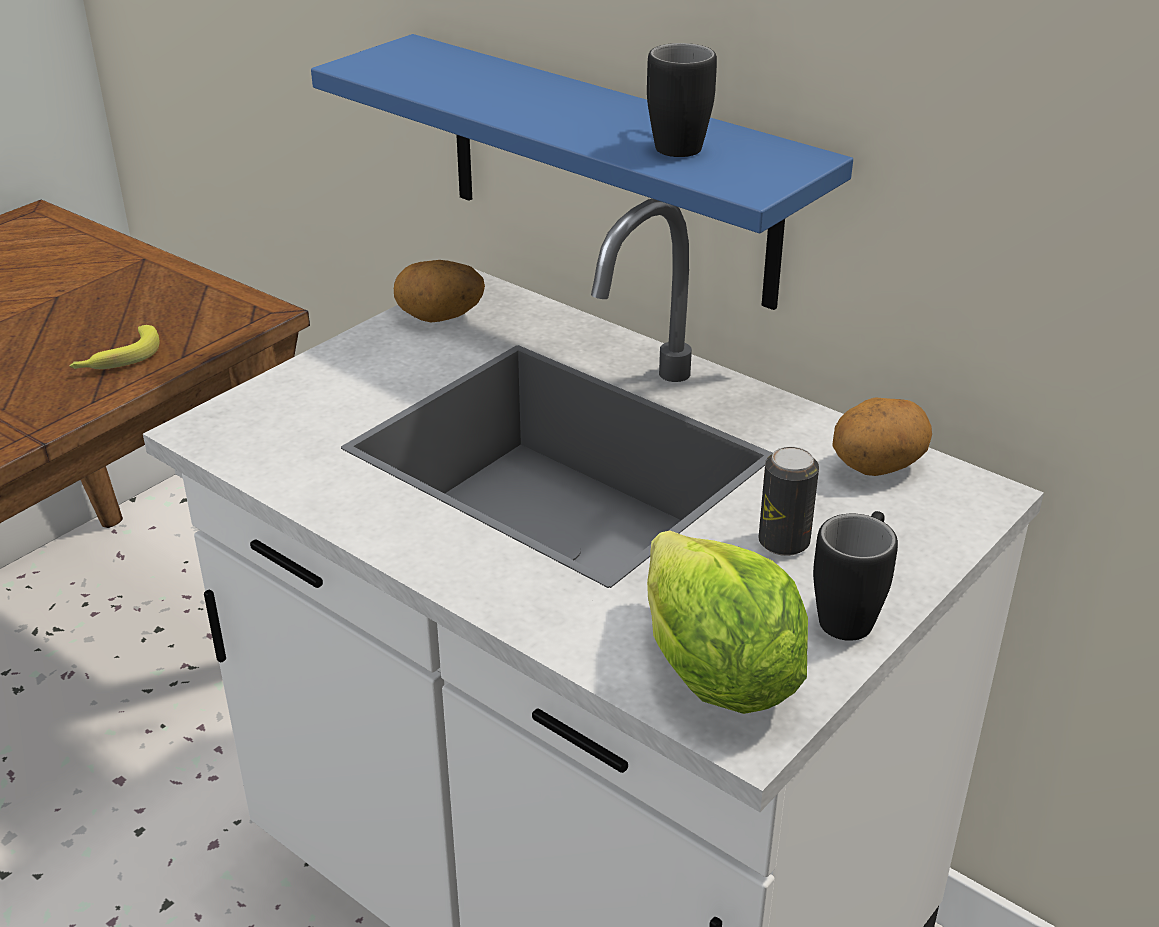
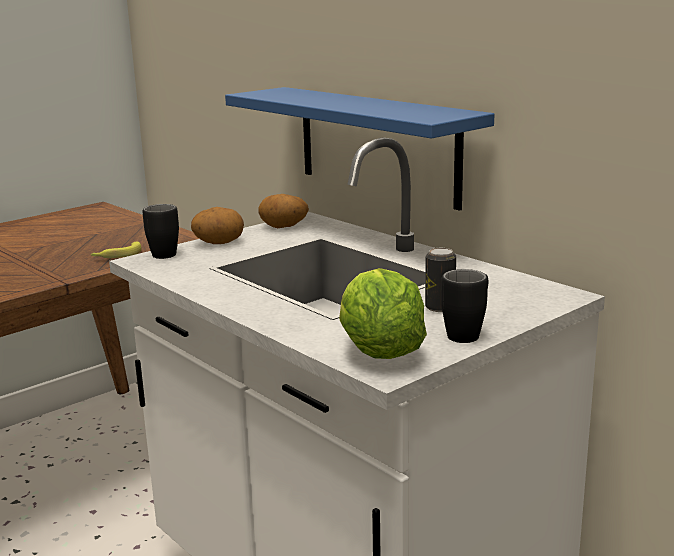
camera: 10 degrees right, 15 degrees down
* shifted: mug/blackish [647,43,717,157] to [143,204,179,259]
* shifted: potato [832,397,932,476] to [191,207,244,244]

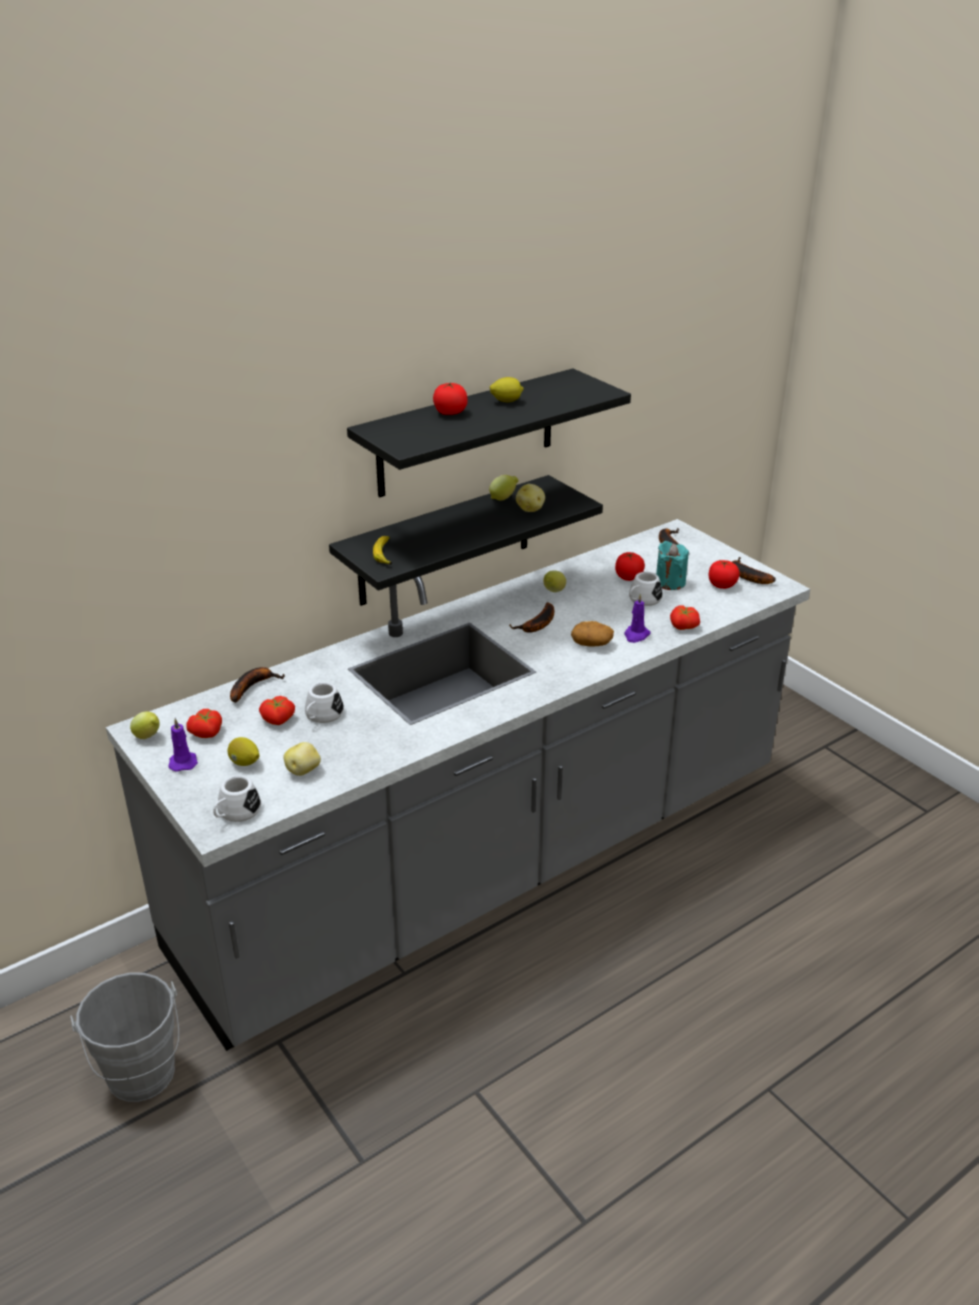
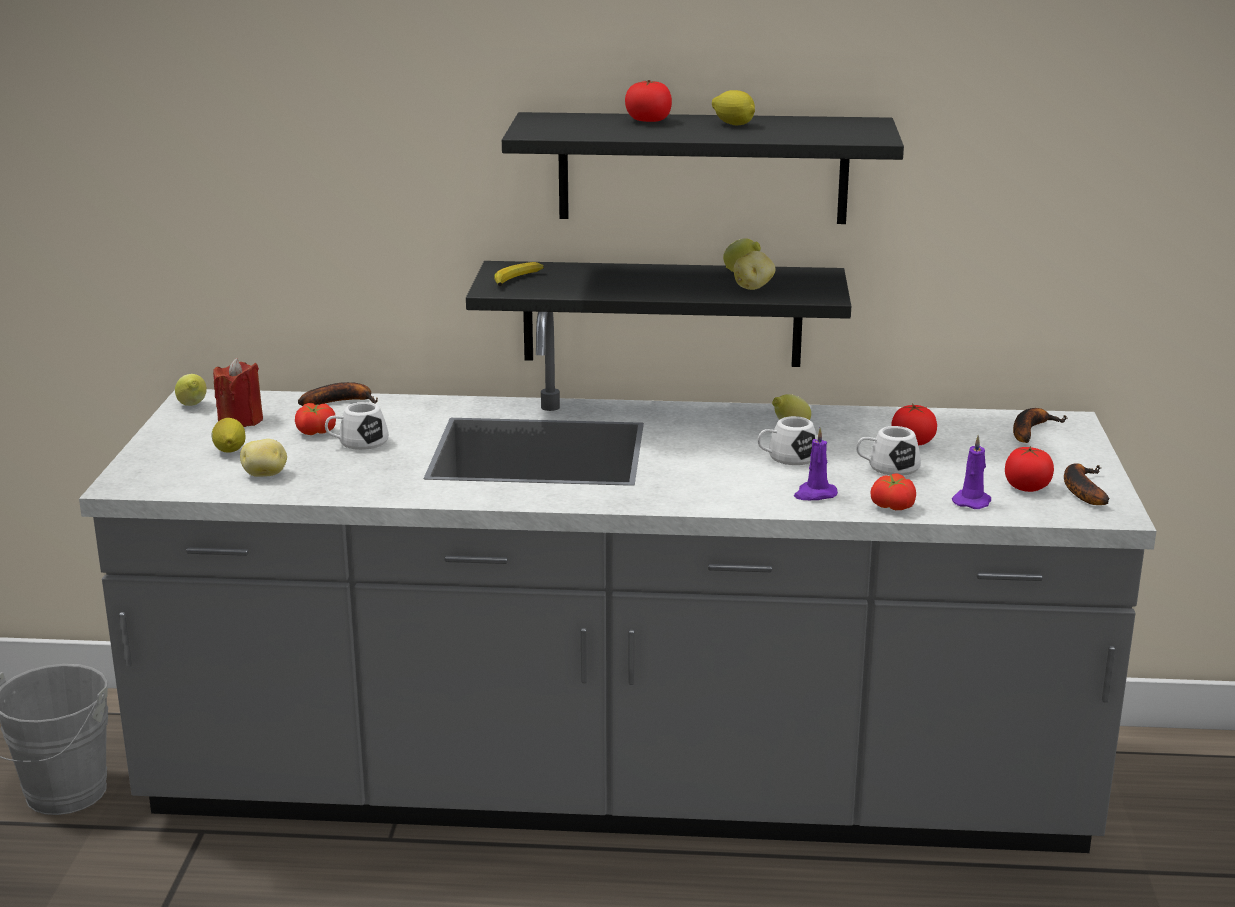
camera: 40 degrees right, 10 degrees down
* gone: banana [509,602,554,633]
* gone: potato [571,621,614,647]
* gone: candle/turquoise-coloured [656,541,689,590]
* shifted: candle/purple-coloured [168,718,198,772] to [952,434,991,509]
* shifted: mug/whitish [213,776,261,822] to [758,416,817,465]
* swapped: fresh tomato [186,709,222,738] to candle/reddish [213,358,263,427]

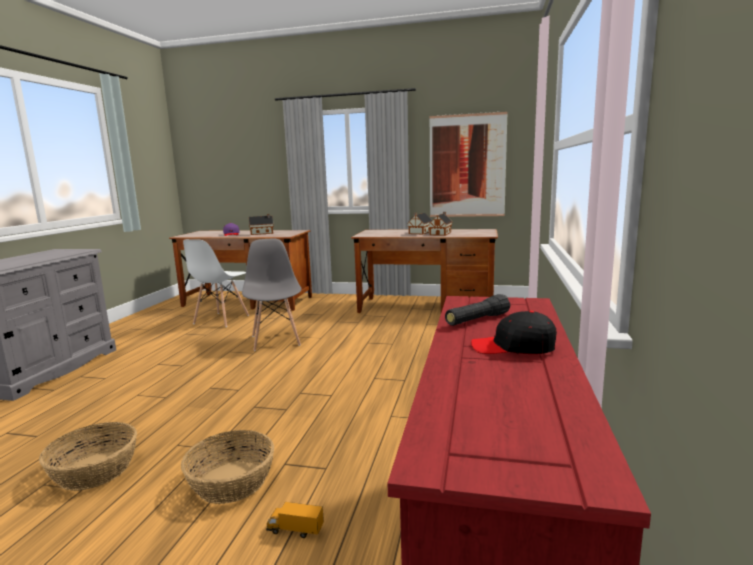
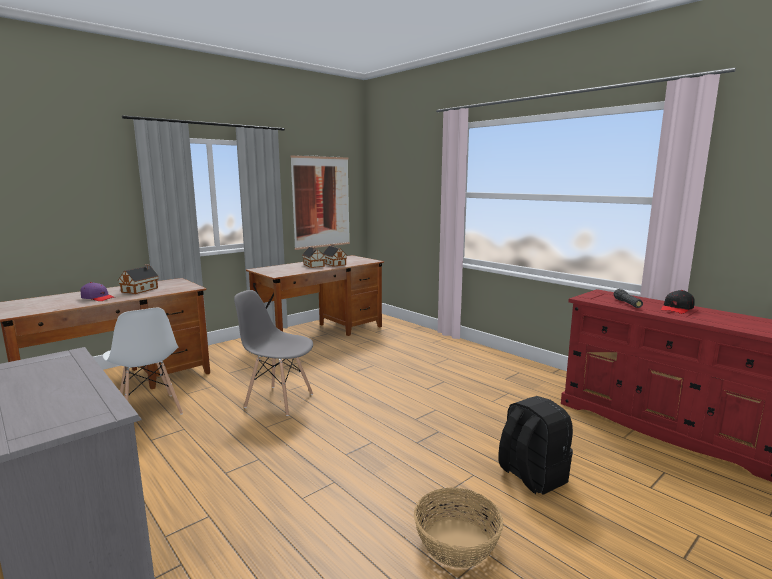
camera: 55 degrees left, 0 degrees up
* gone: toy truck [266,502,324,538]
* swapped: storage basket [181,430,274,504] to knapsack/blackish [498,396,573,495]

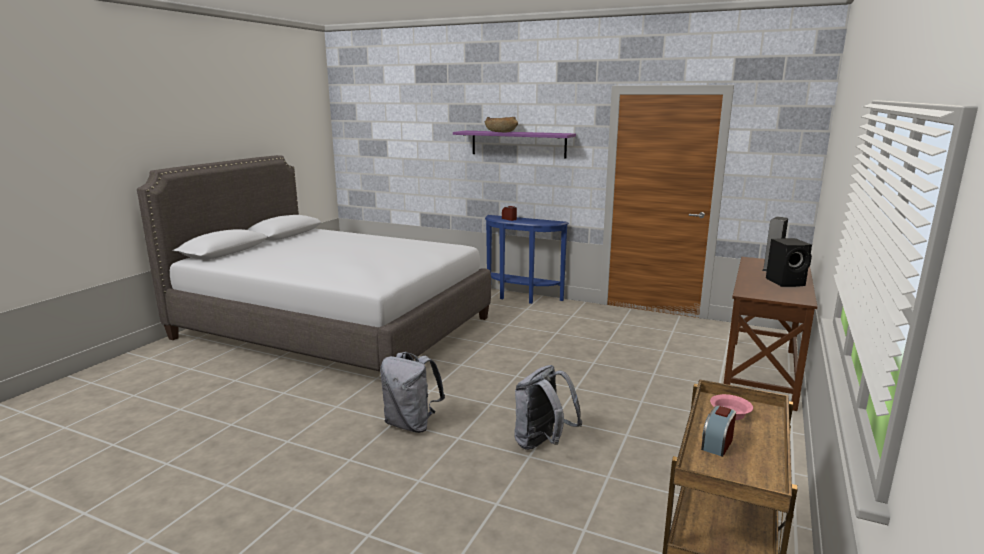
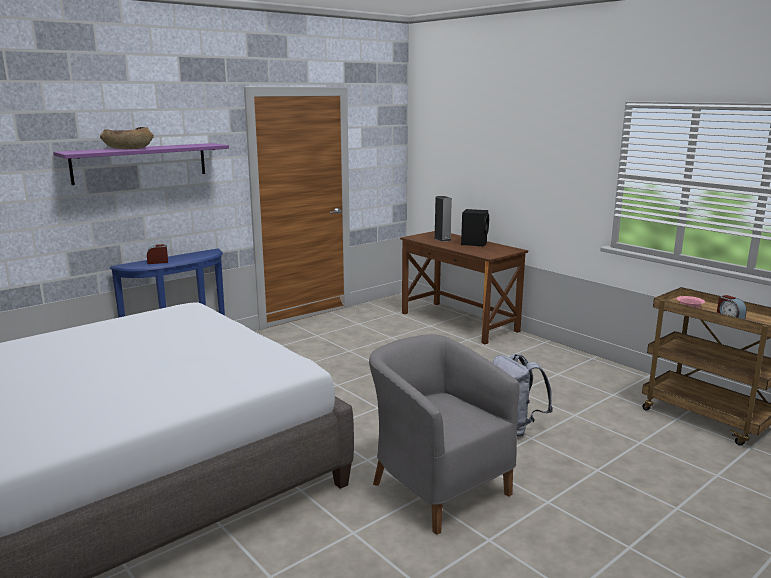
camera: 65 degrees left, 0 degrees up
* swapped: knapsack/gray [380,352,445,433] to lounge chair/gray [369,334,520,535]

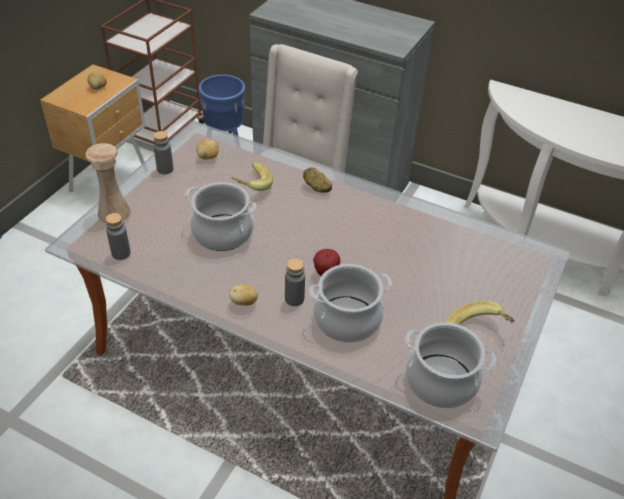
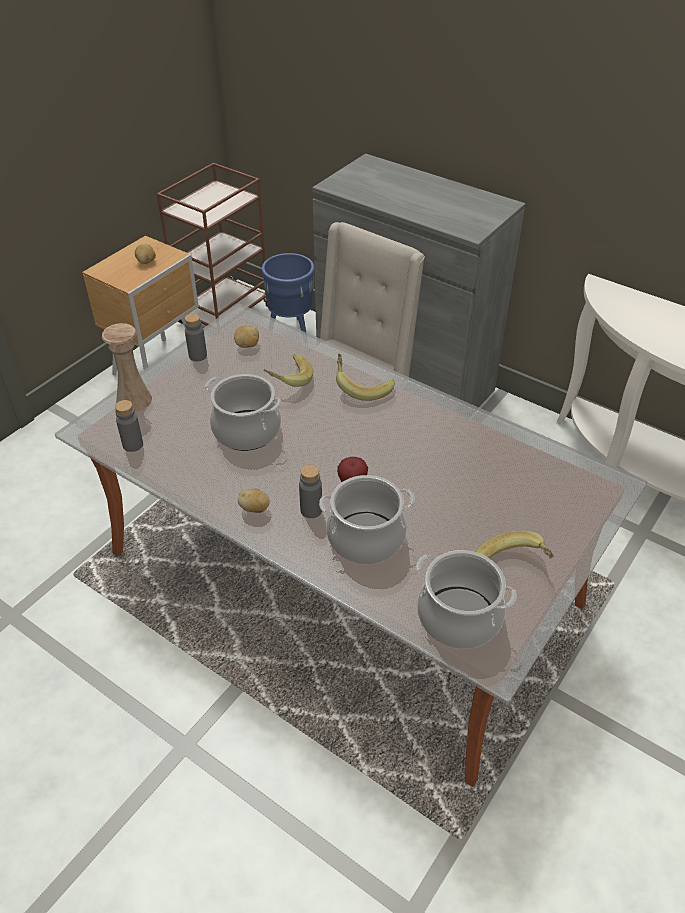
camera: 10 degrees right, 0 degrees up
* swapped: potato [303,167,332,193] to banana [336,354,395,401]

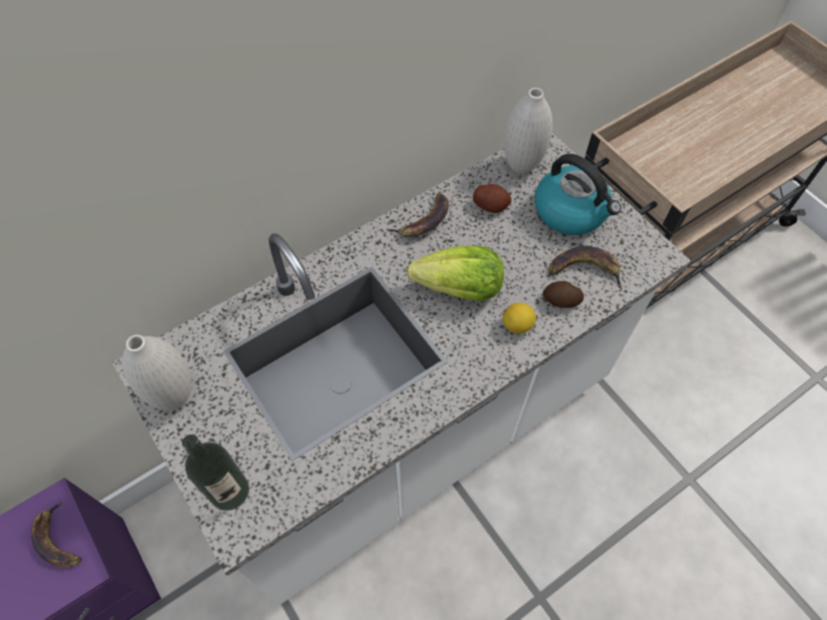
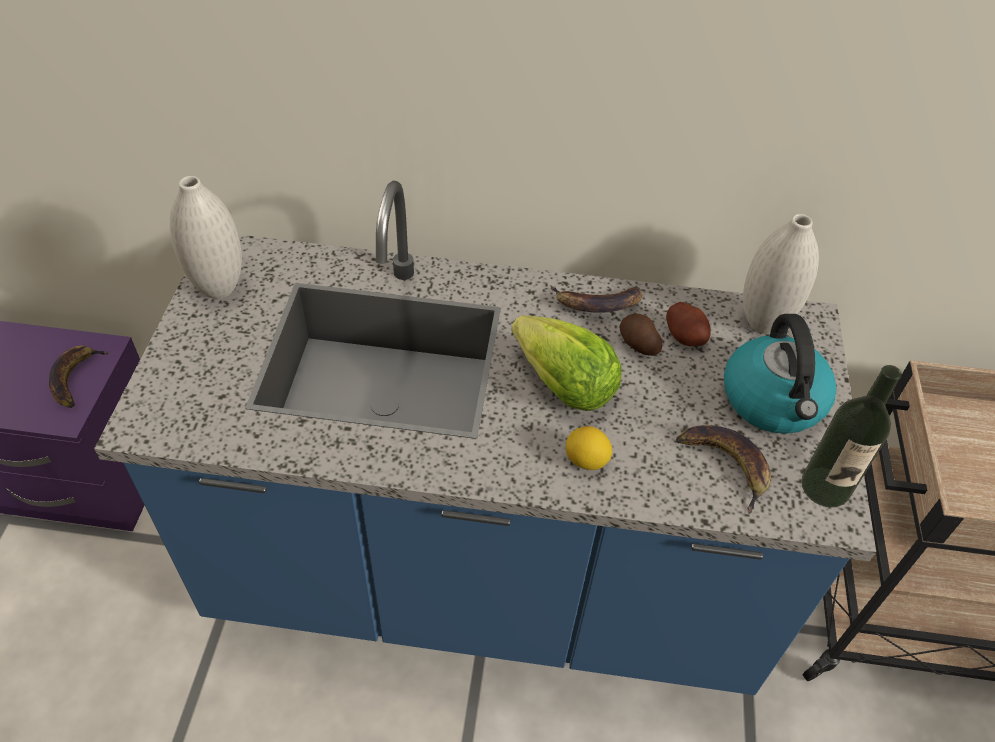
camera: 40 degrees right, 10 degrees down
* shifted: drink bottle [182,434,249,511] to [801,365,902,508]
* shifted: potato [543,281,584,308] to [620,314,663,356]
* repainted: counter/whitish [112,132,691,606] to counter/blue-coloured [94,181,876,695]

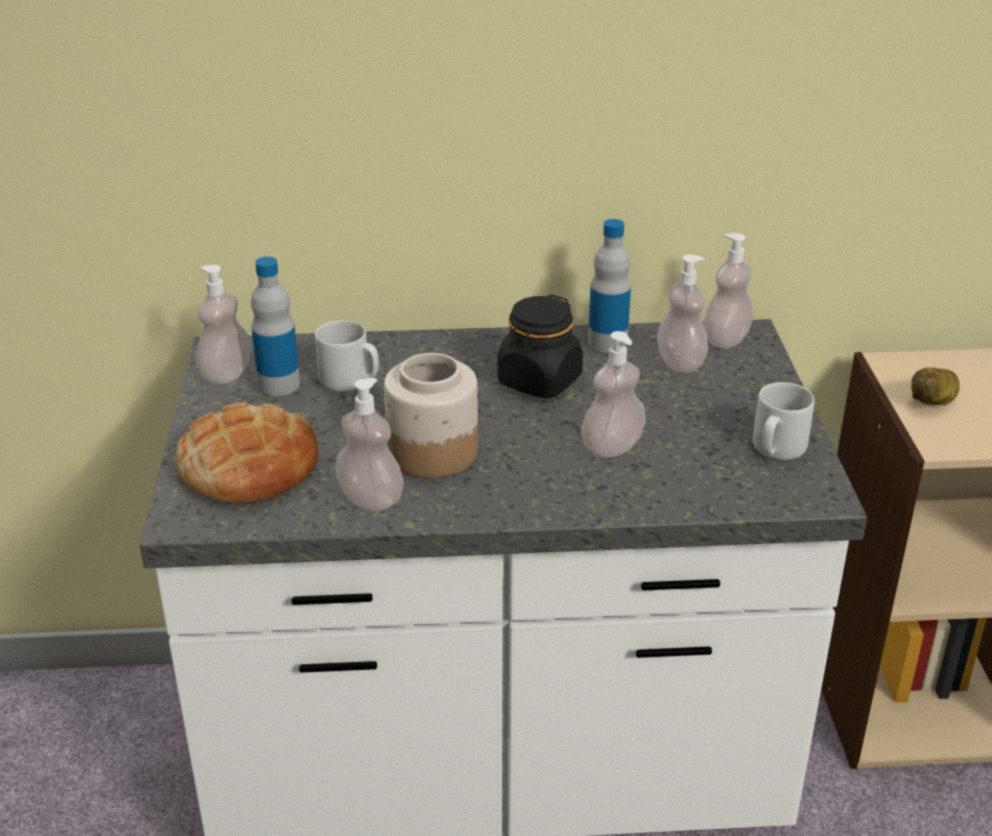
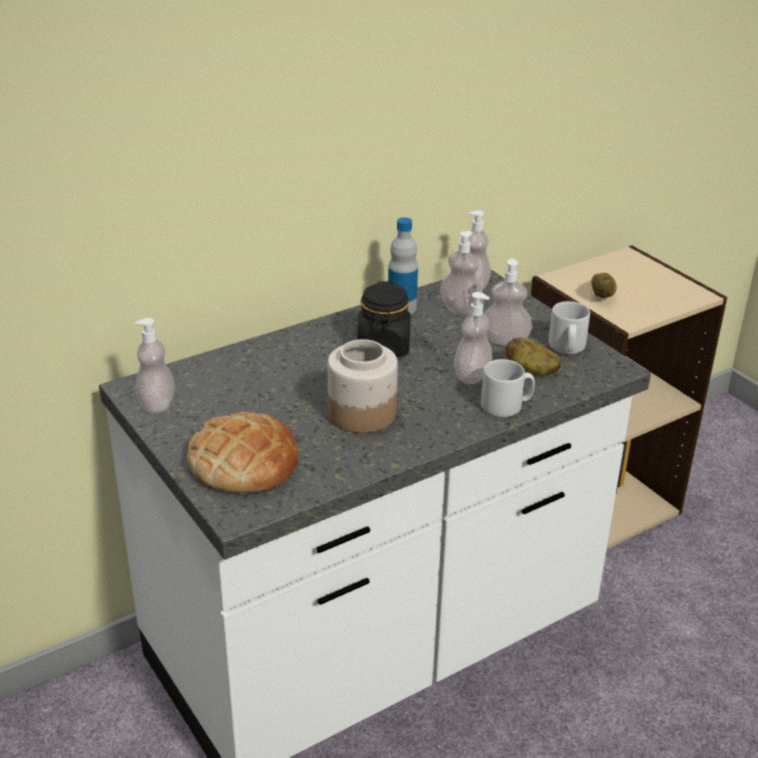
camera: 30 degrees left, 0 degrees up
* gone: drink bottle [251,257,300,396]
* new: potato [505,338,561,376]
* shifted: mug/gray [315,320,379,392] to [481,359,535,417]
* shifted: liquid soap bottle [335,378,404,511] to [484,259,532,346]

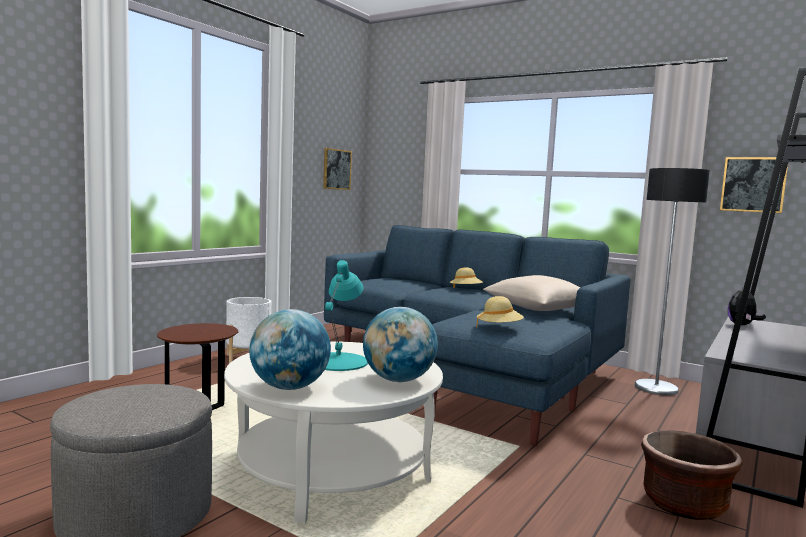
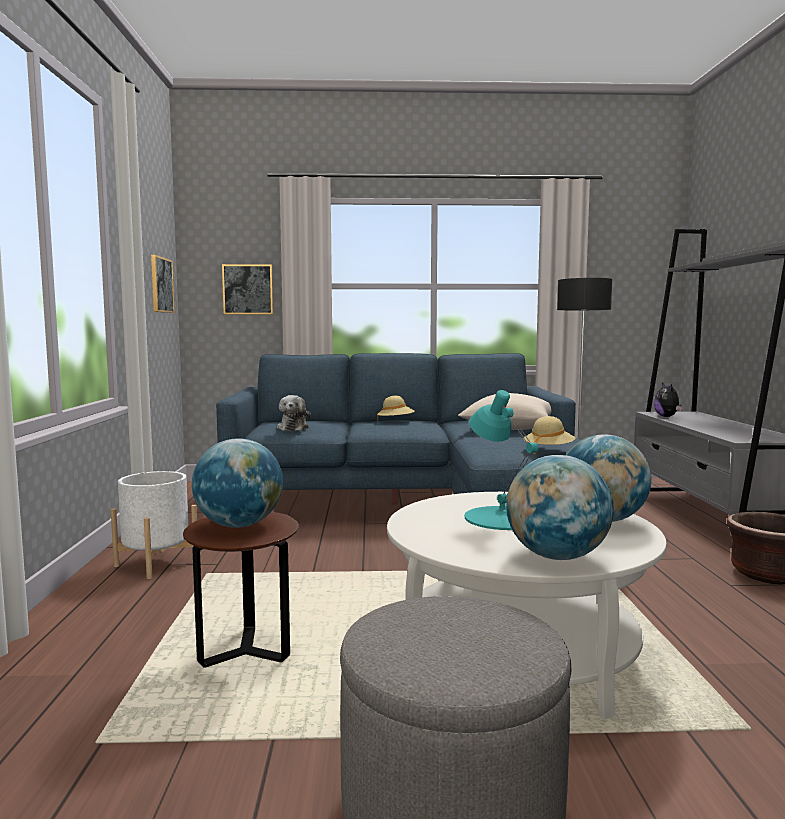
camera: 35 degrees left, 0 degrees up
* new: globe [192,438,283,528]
* new: plush toy [277,395,311,431]
* shifted: wall art [720,157,788,213] to [222,264,273,315]

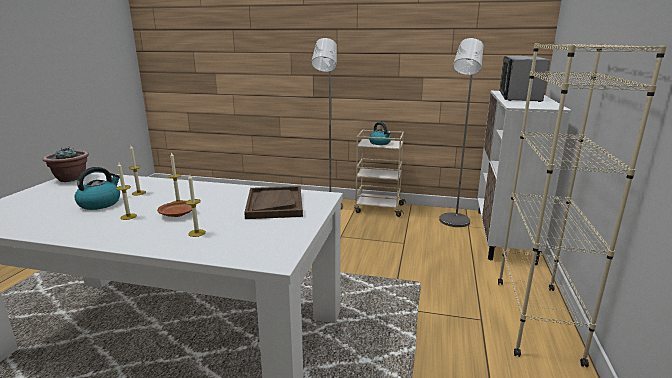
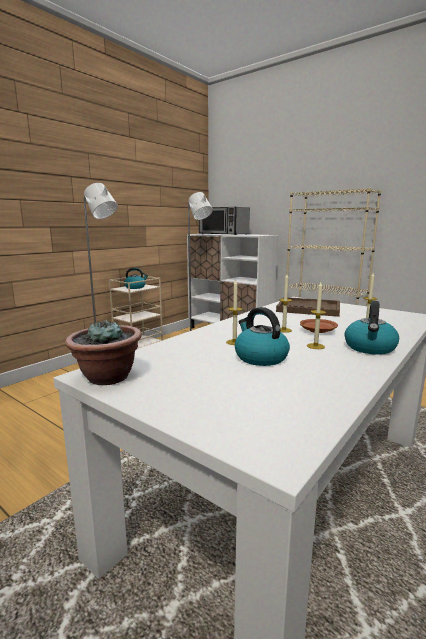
camera: 65 degrees left, 5 degrees down
* new: water kettle [345,301,399,355]

